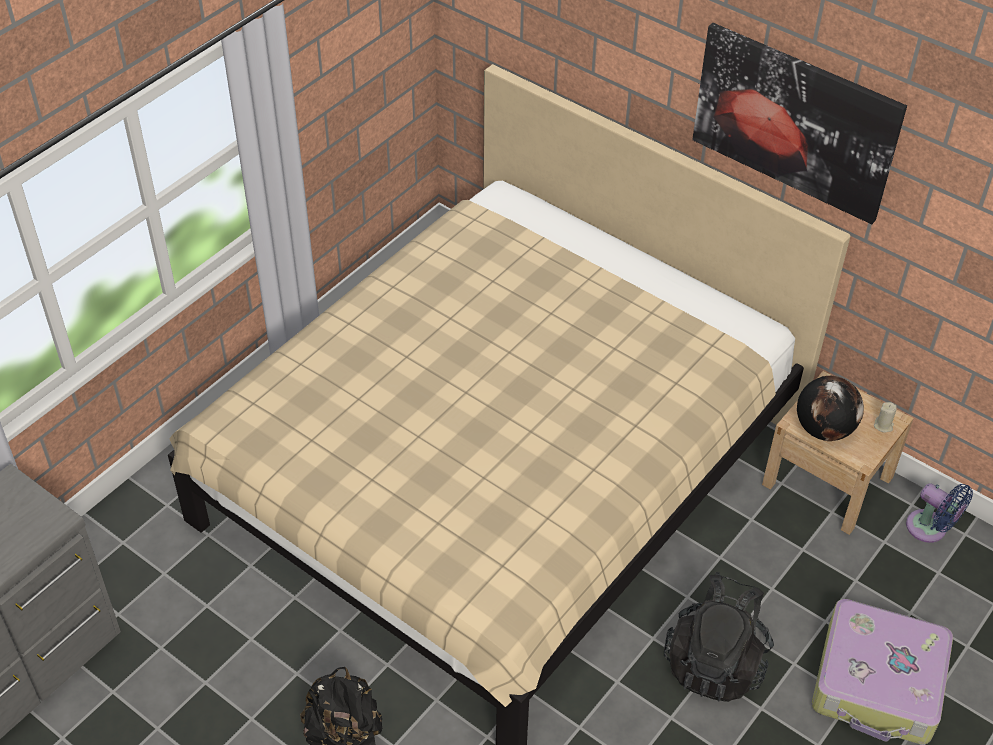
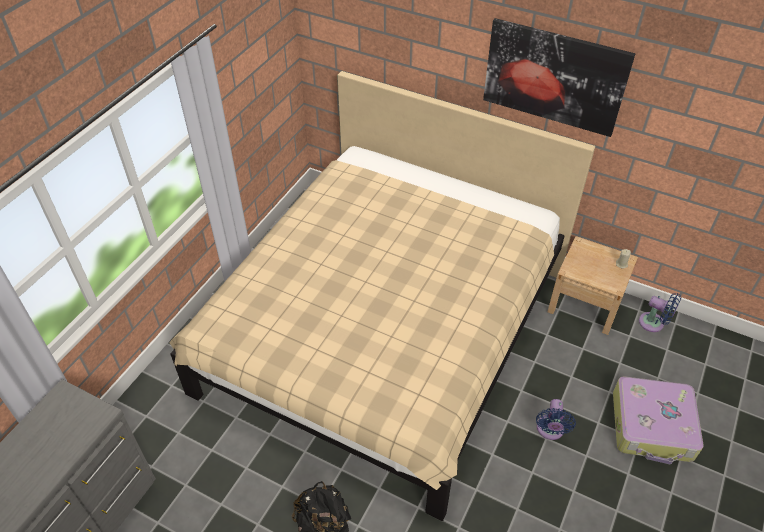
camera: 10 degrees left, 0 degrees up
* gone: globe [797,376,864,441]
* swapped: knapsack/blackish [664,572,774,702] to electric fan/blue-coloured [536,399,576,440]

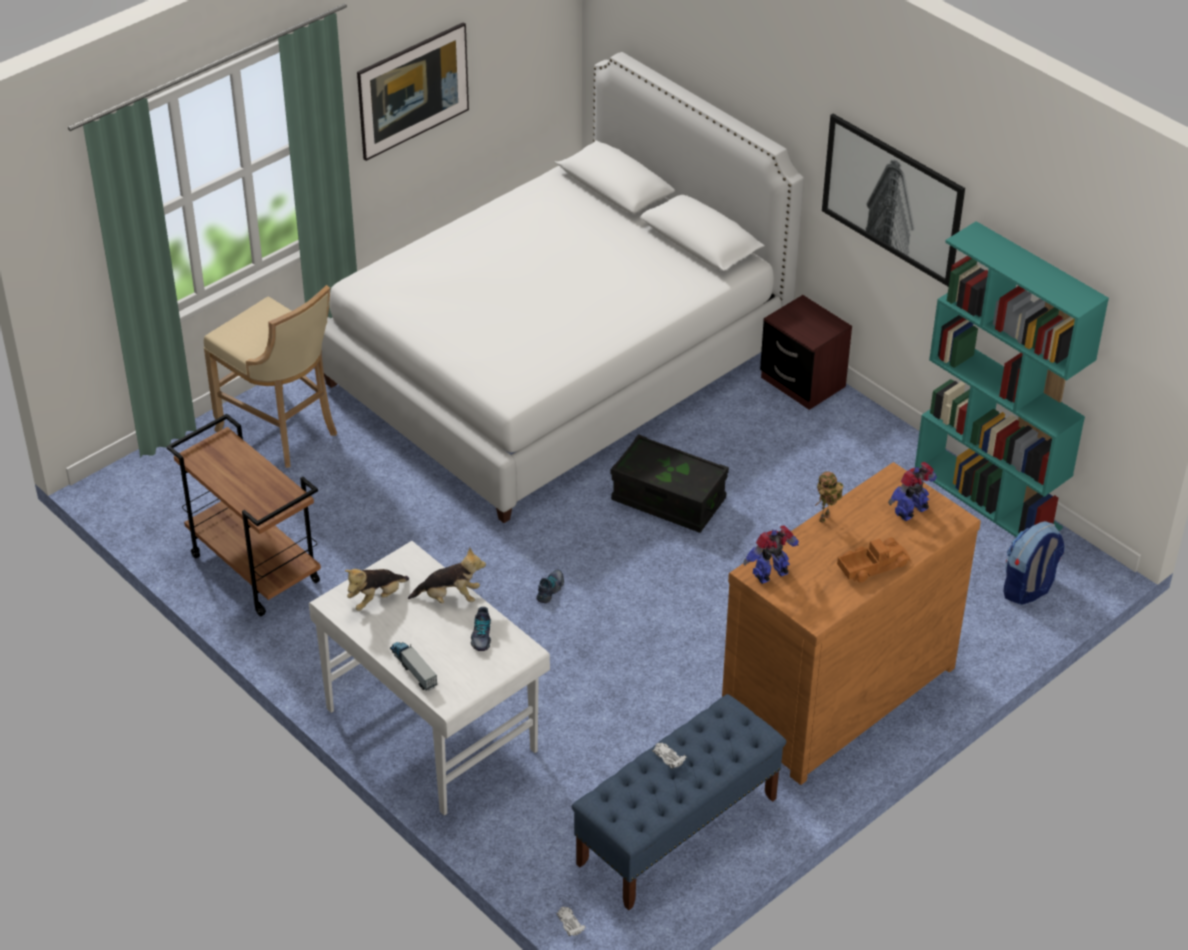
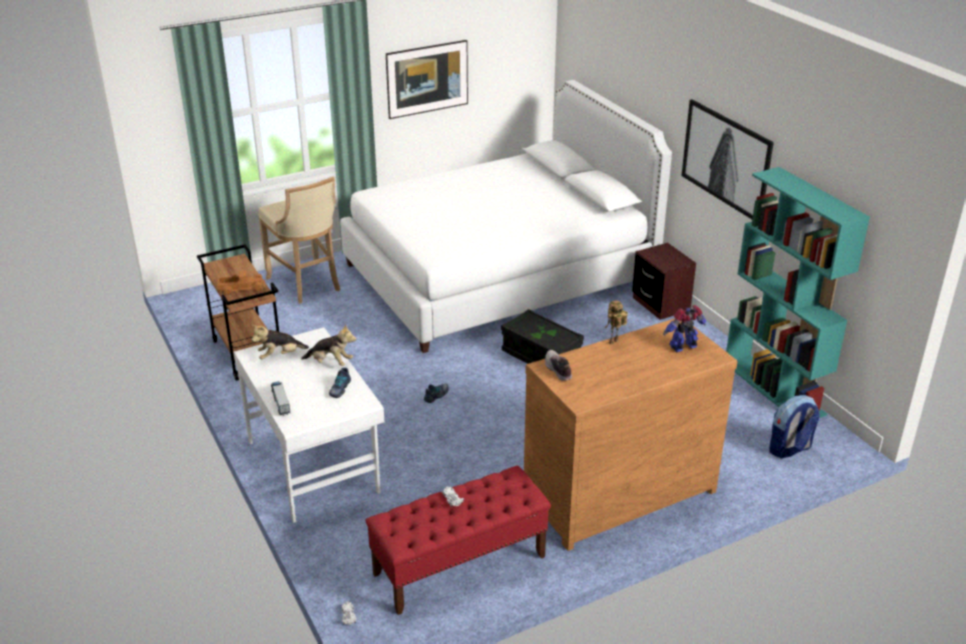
camera: 15 degrees right, 10 degrees down
* shifted: toy truck [837,537,910,583] to [217,270,265,295]
* swapped: robot figure [743,525,799,584] to item of footwear [545,350,572,381]
* repainted: bench/blue-coloured [572,694,786,910] to bench/reddish [366,466,551,615]

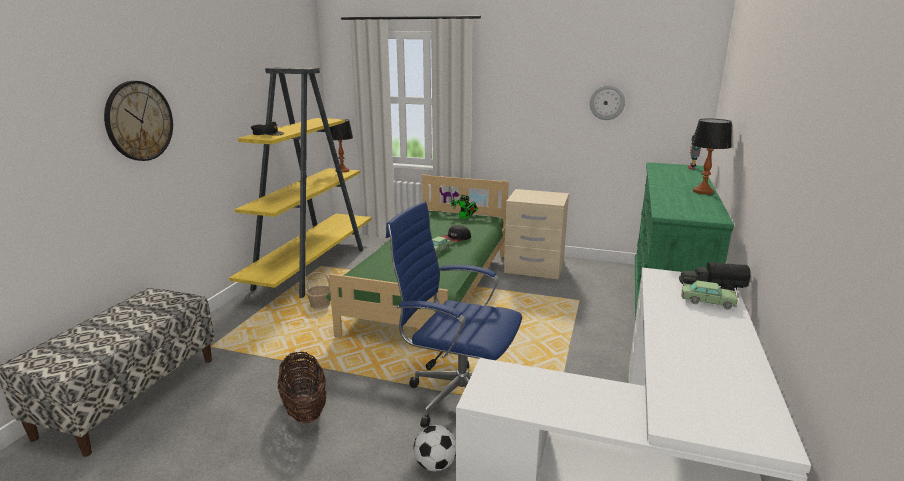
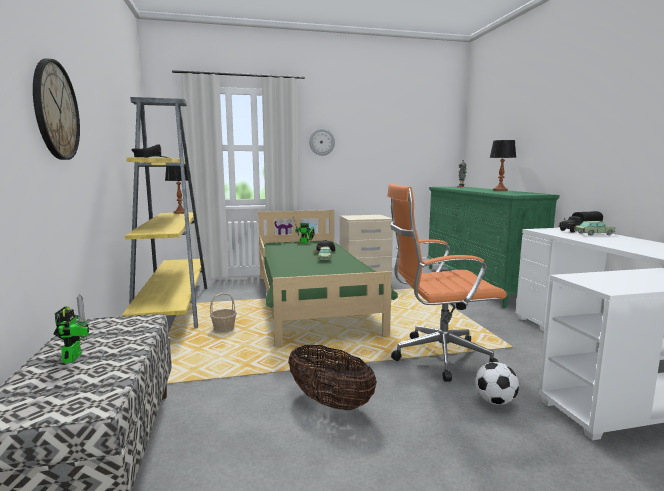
camera: 30 degrees left, 10 degrees down
* new: robot figure [53,294,89,363]
* shifted: hanging clock [590,85,625,120] to [309,129,335,156]
* repainted: computer chair/blue-coloured [386,201,522,428] to computer chair/orange [387,184,507,382]

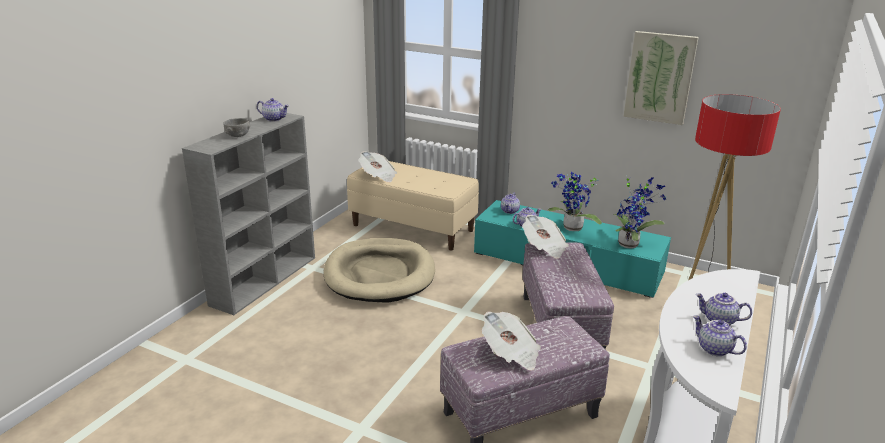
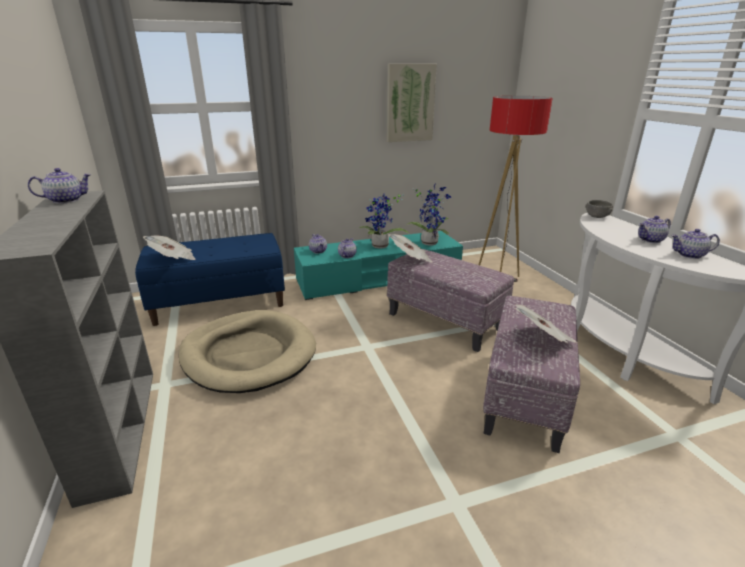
camera: 45 degrees left, 0 degrees up
* shifted: bowl/gray [223,118,250,137] to [585,200,613,218]
* repainted: bench/beige [347,161,479,251] to bench/blue-coloured [135,233,285,326]

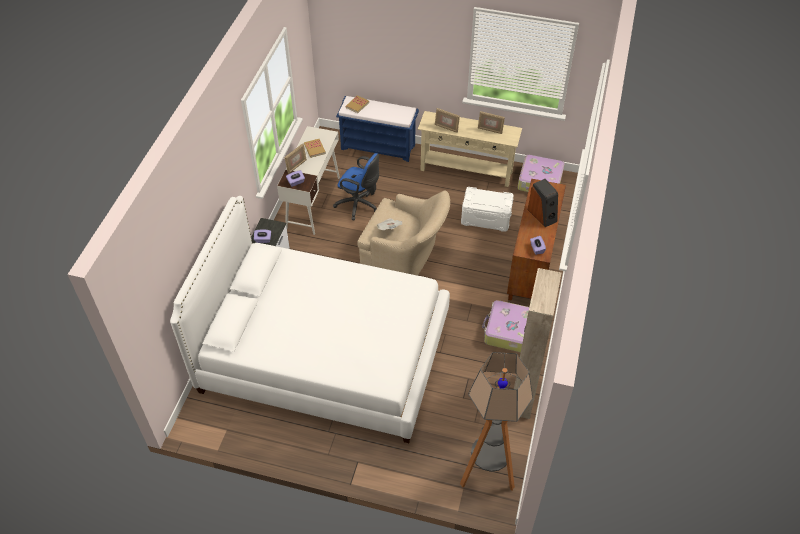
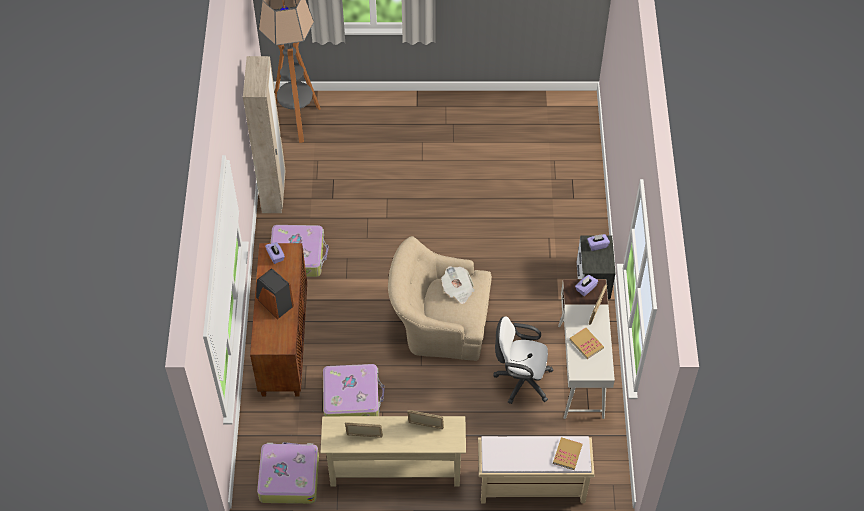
camera: 165 degrees right, 5 degrees up
* gone: bed/whitish [170,196,450,443]
* swapped: storage box/whitish [461,187,514,232] to travel case [323,364,385,416]
* repainted: computer chair/blue-coloured [333,153,379,221] to computer chair/whitish [493,317,553,404]
* repainted: bench/blue-coloured [336,96,419,162] to bench/beige [478,436,594,504]

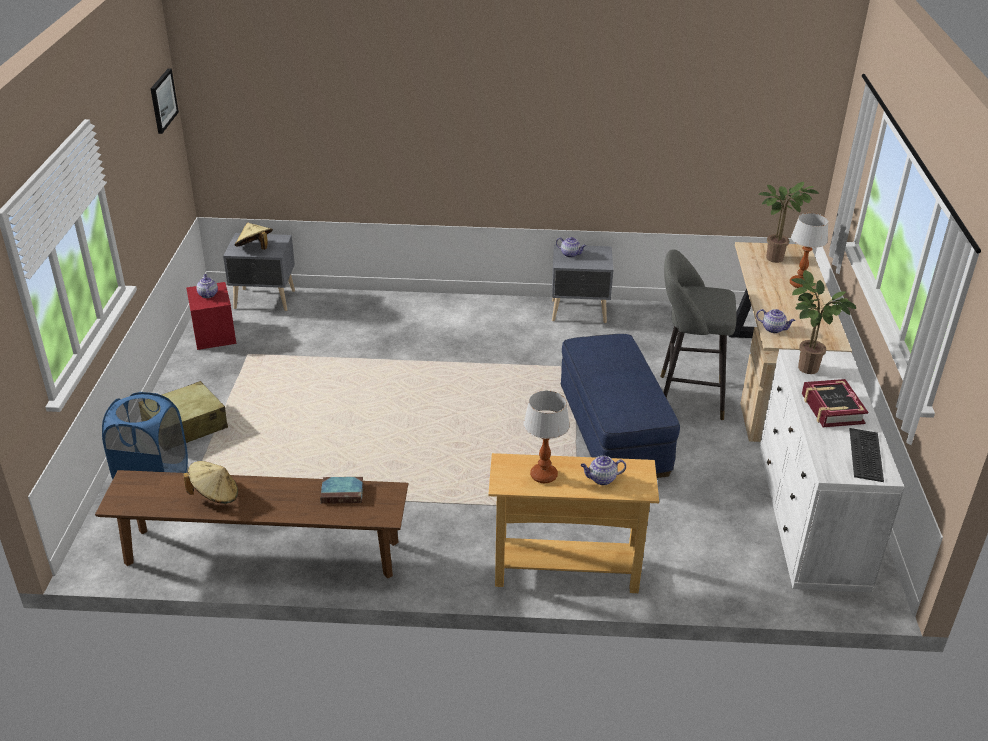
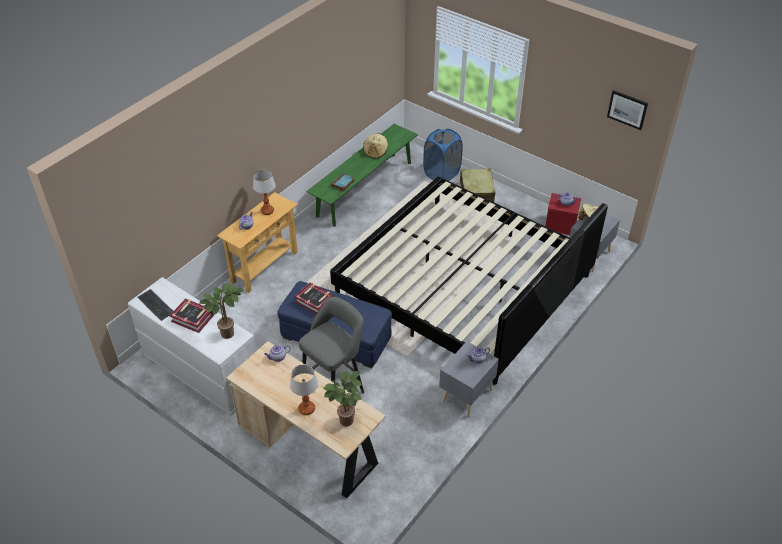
camera: 125 degrees right, 10 degrees up
* new: book [294,282,334,314]
* new: bed [330,176,608,385]
* repainted: bench/brownish [95,470,408,578] to bench/greenish [307,124,418,227]

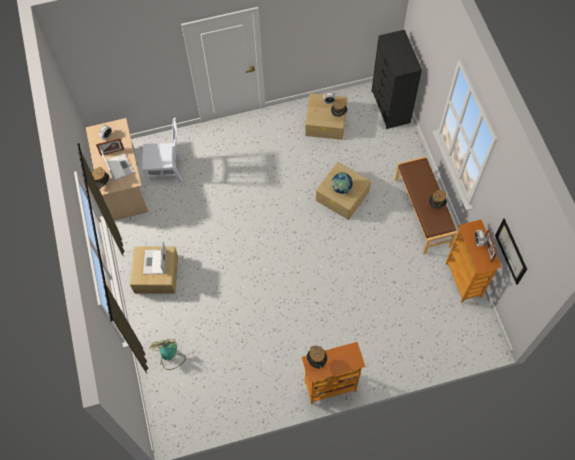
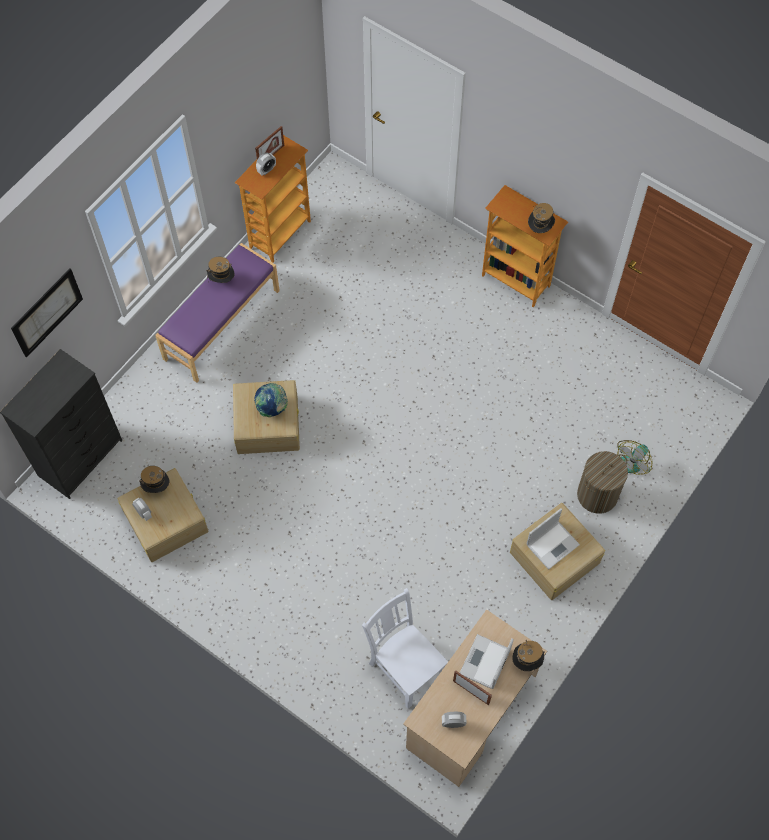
camera: 130 degrees left, 0 degrees up
* new: washing basket [577,451,628,514]
* shifted: wall art [495,218,527,285] to [11,269,83,358]
* repainted: bench/brownish [394,156,457,254] to bench/purple-coloured [155,243,280,383]

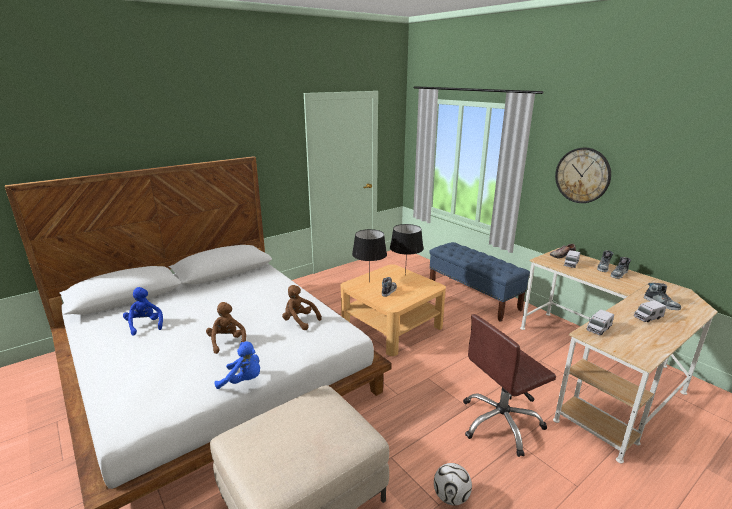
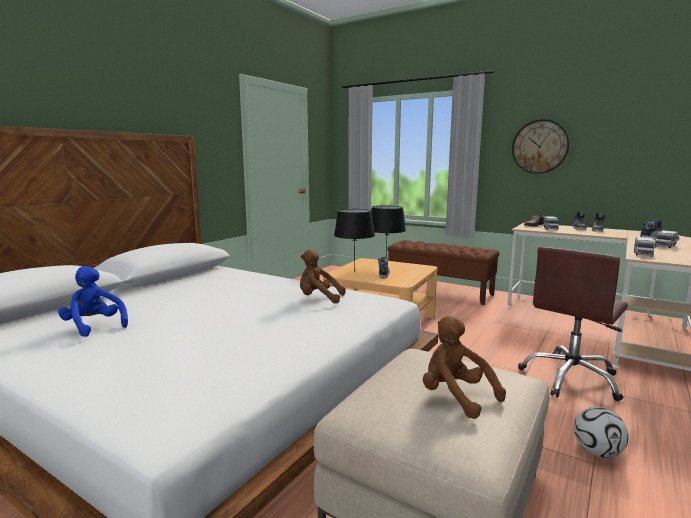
camera: 20 degrees left, 10 degrees down
* gone: plush toy/blue-coloured [215,341,260,389]
* shifted: plush toy/brownish [206,302,246,354] to [423,316,506,419]
* repainted: bench/blue-coloured [429,242,530,322] to bench/brownish [387,240,499,305]

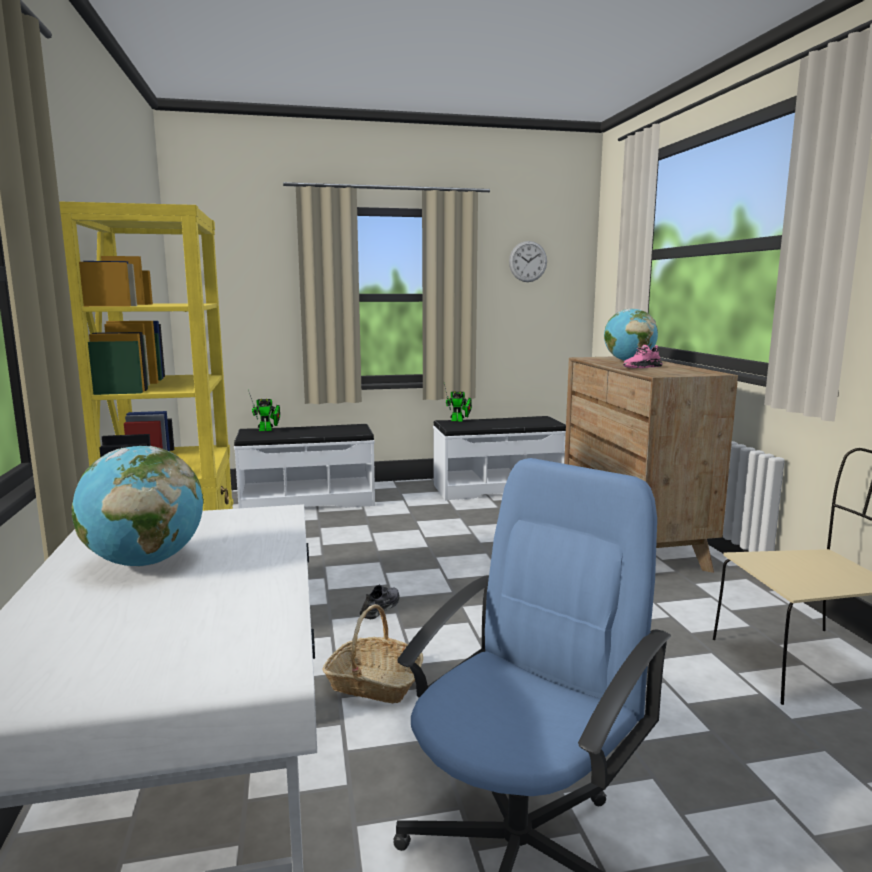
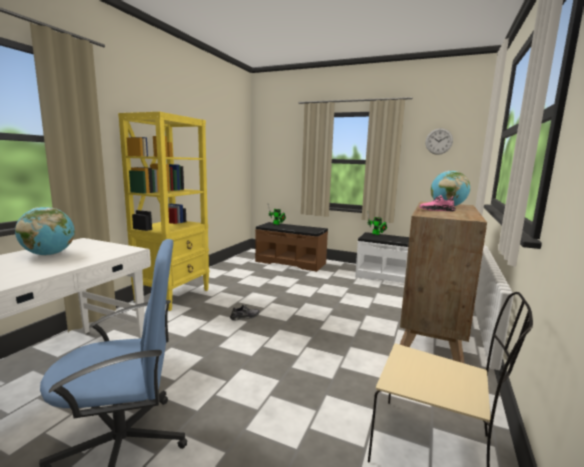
camera: 35 degrees right, 0 degrees up
* gone: storage basket [323,604,423,703]
* repainted: bench/whitish [234,424,375,508] to bench/brownish [255,222,328,272]

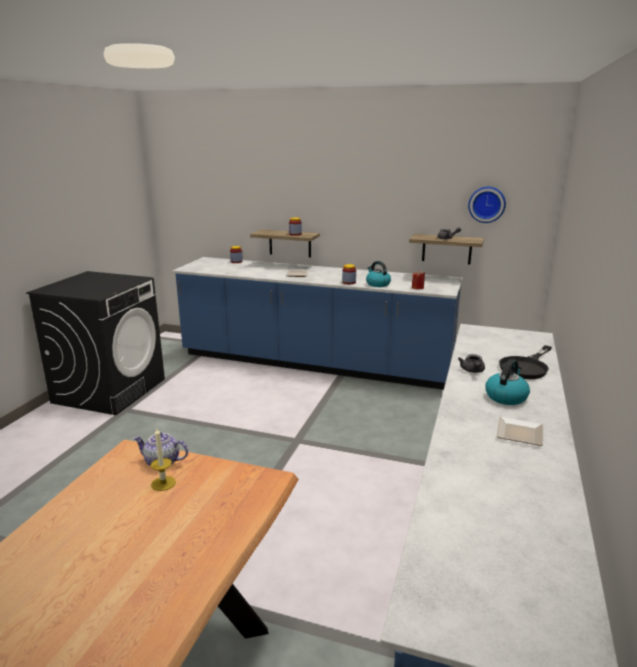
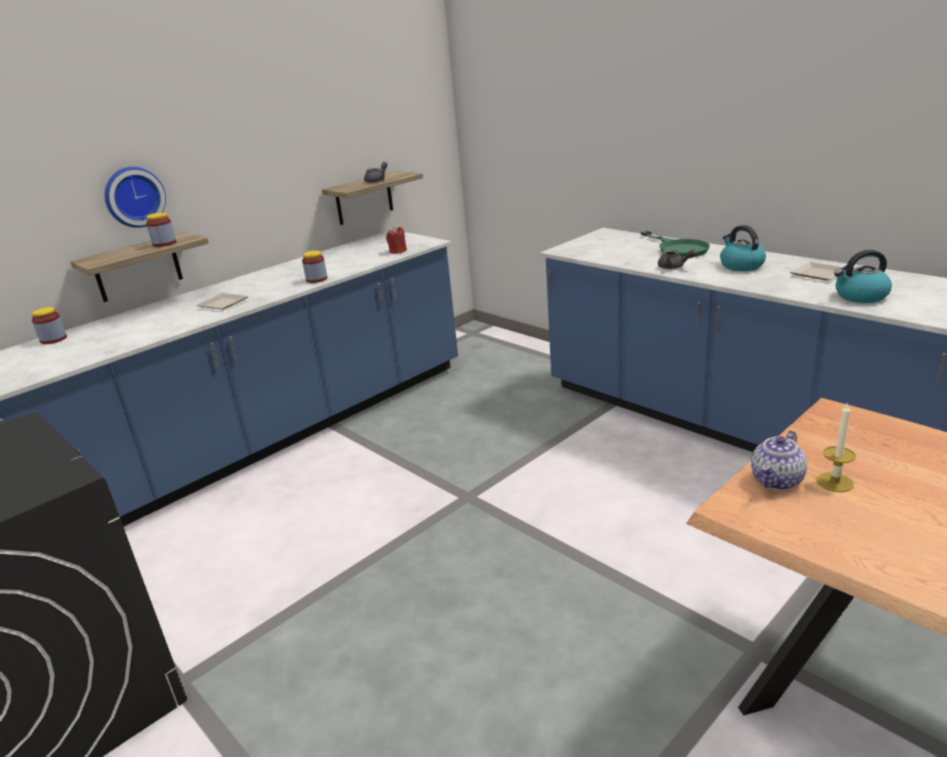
camera: 60 degrees left, 5 degrees up
* shifted: water kettle [366,261,391,287] to [834,250,892,303]
* shifted: hanging clock [468,187,506,223] to [105,167,166,228]
* repainted: frying pan/blackish [499,345,552,379] to frying pan/greenish [641,231,710,257]

